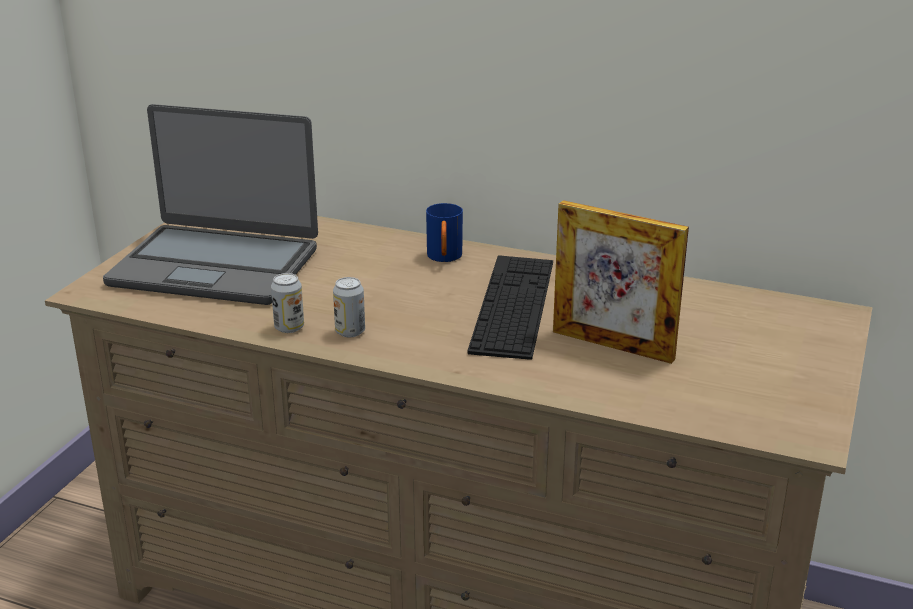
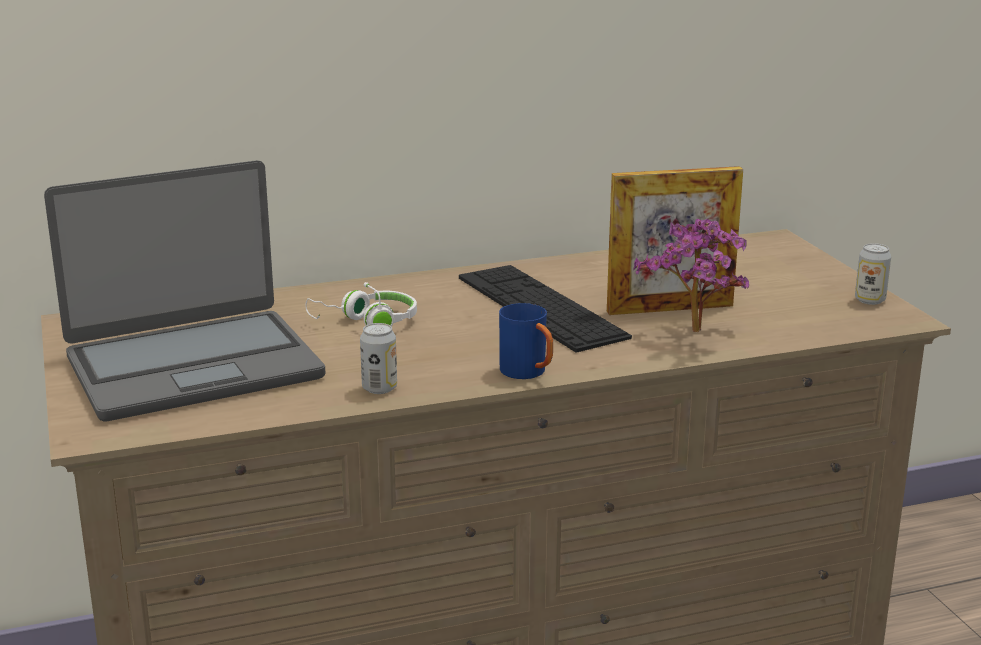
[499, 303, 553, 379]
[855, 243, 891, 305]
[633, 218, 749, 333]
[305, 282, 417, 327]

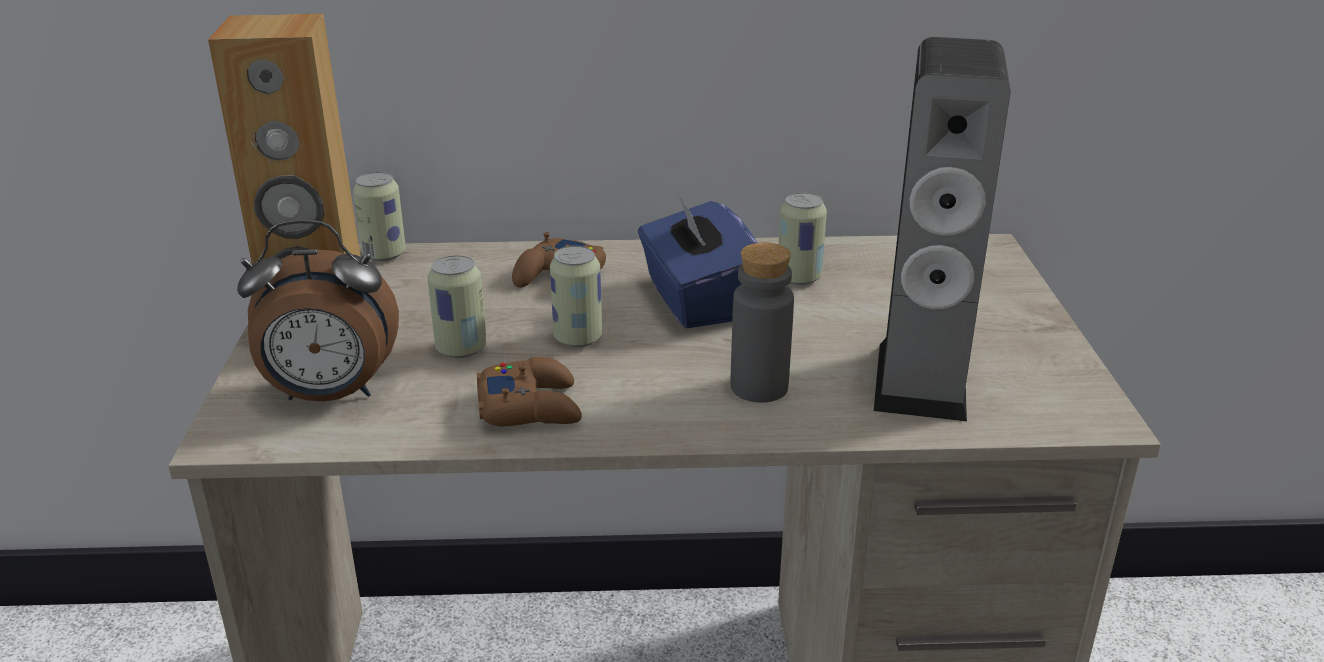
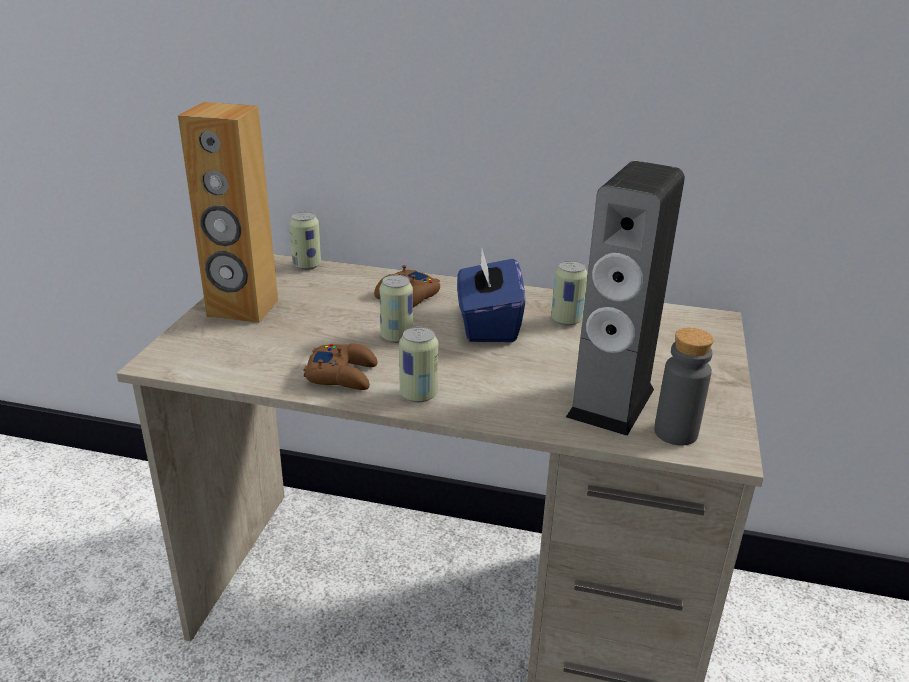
[237, 219, 399, 402] (first image)
[654, 328, 714, 445]
[399, 327, 438, 402]

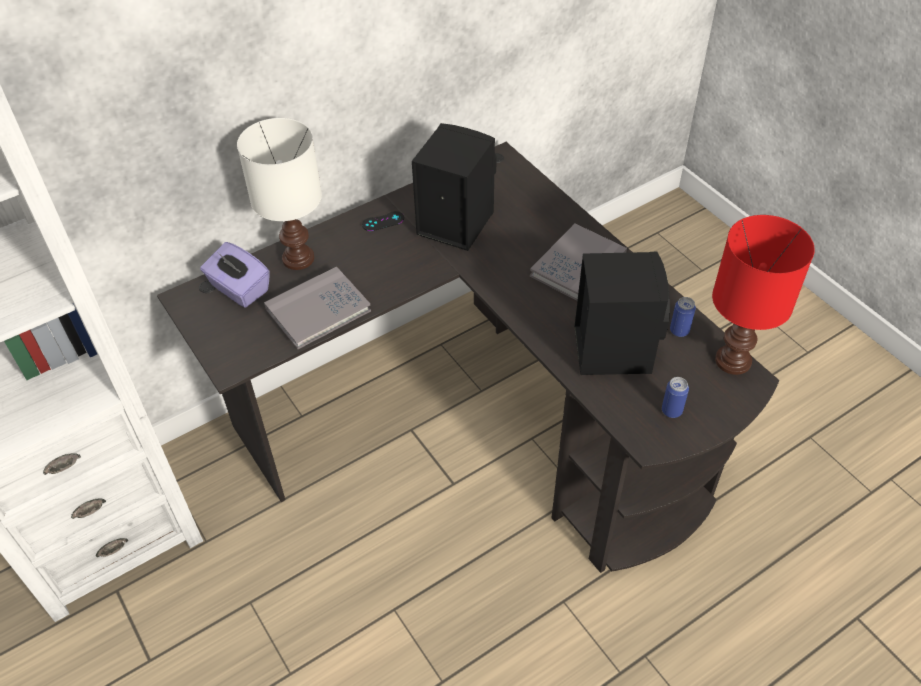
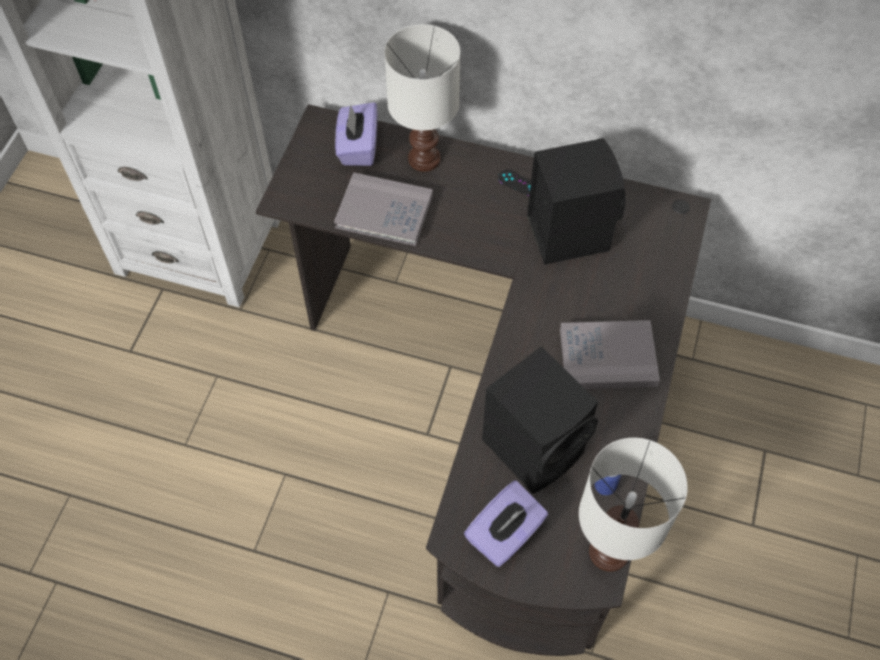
[579, 438, 688, 572]
[464, 481, 548, 567]

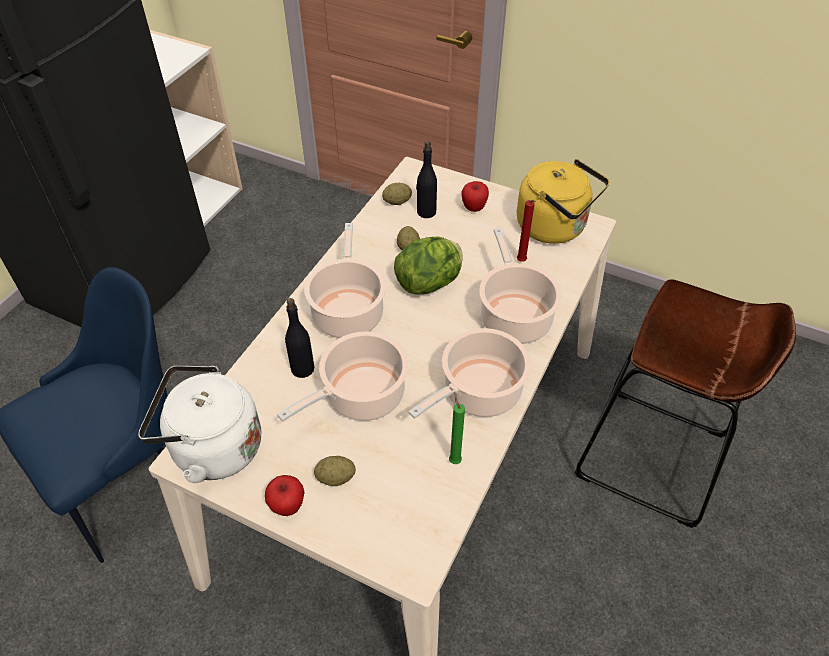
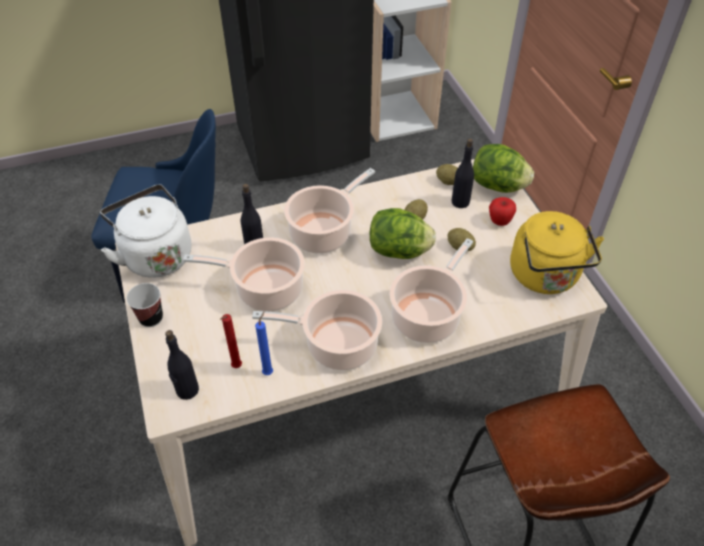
[220, 314, 242, 368]
[255, 312, 273, 375]
[447, 228, 476, 252]
[126, 283, 163, 327]
[473, 144, 534, 193]
[165, 330, 199, 400]

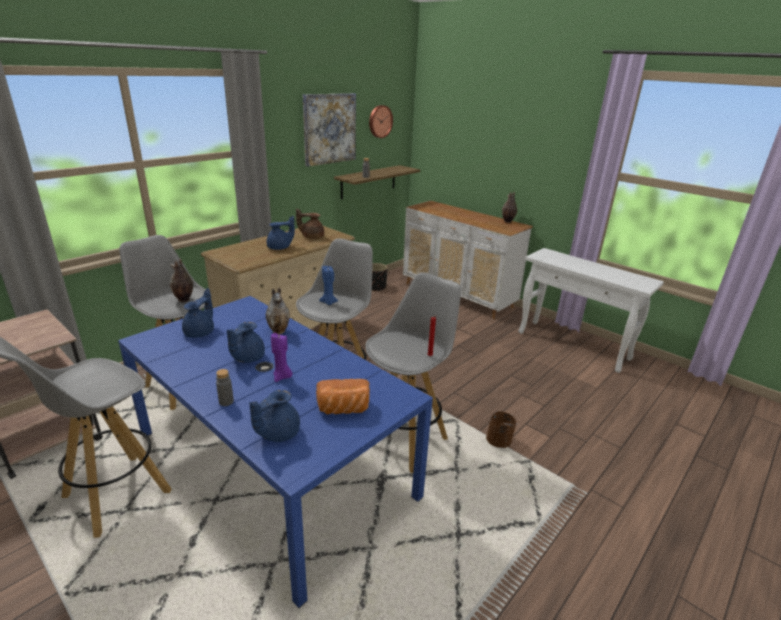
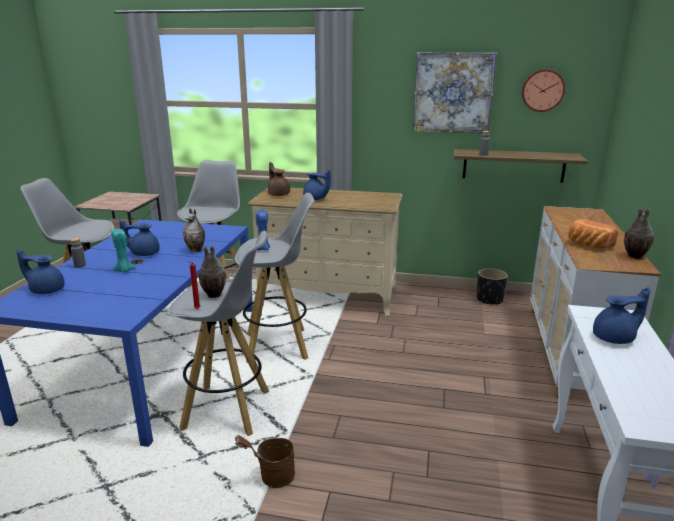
[268, 162, 290, 196]
[198, 245, 226, 298]
[593, 287, 650, 344]
[111, 229, 135, 272]
[568, 218, 618, 248]

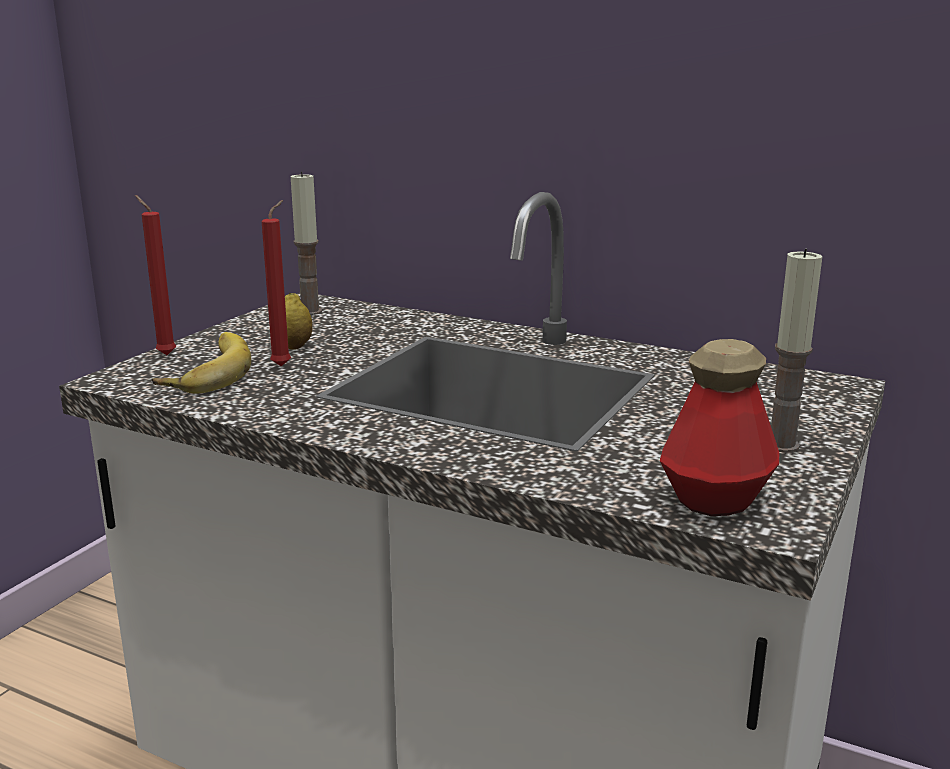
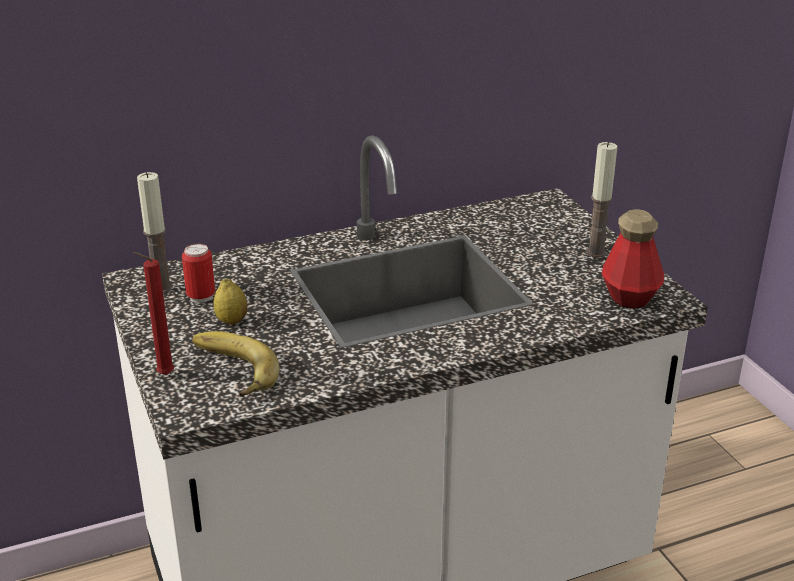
[262, 200, 291, 366] (first image)
[182, 244, 215, 303]

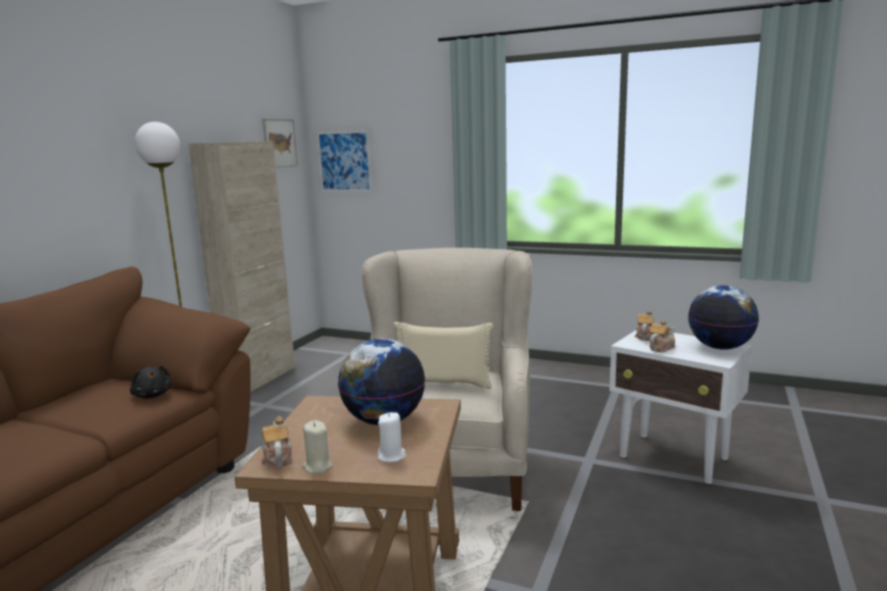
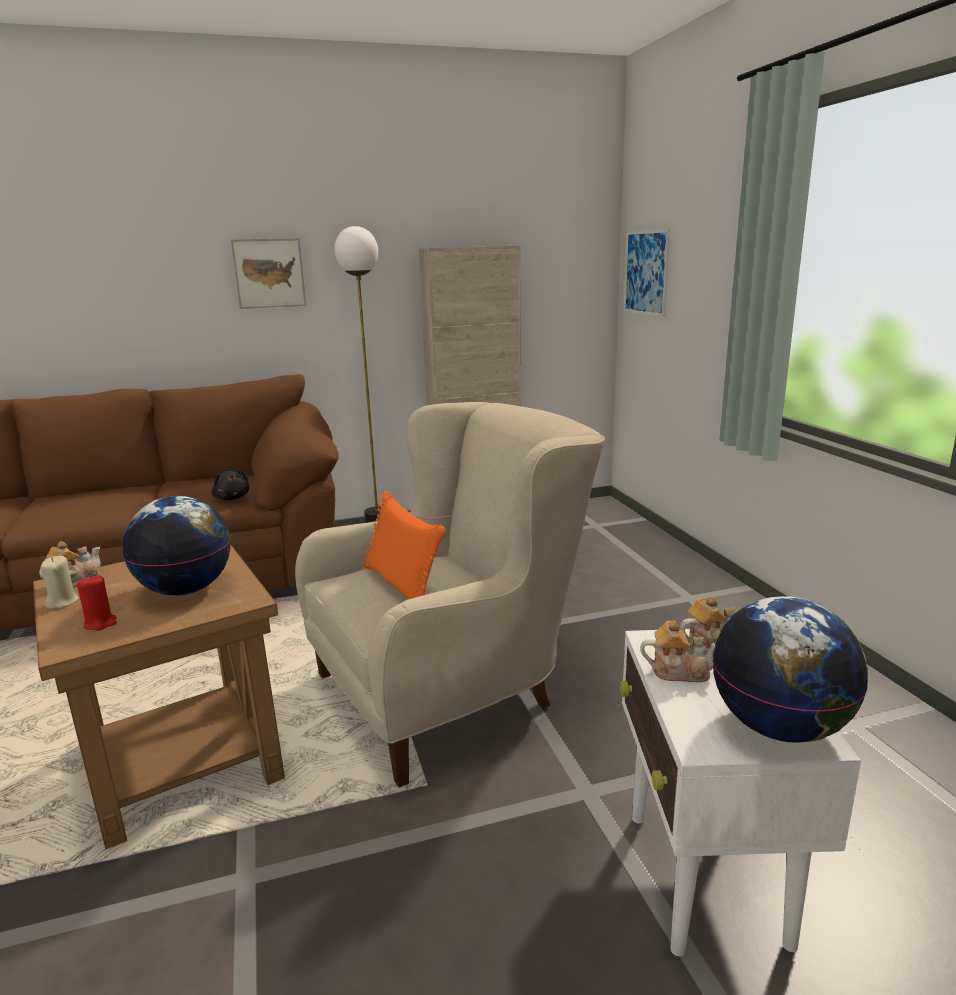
[231, 238, 306, 309]
[361, 491, 446, 599]
[212, 470, 249, 500]
[77, 575, 117, 630]

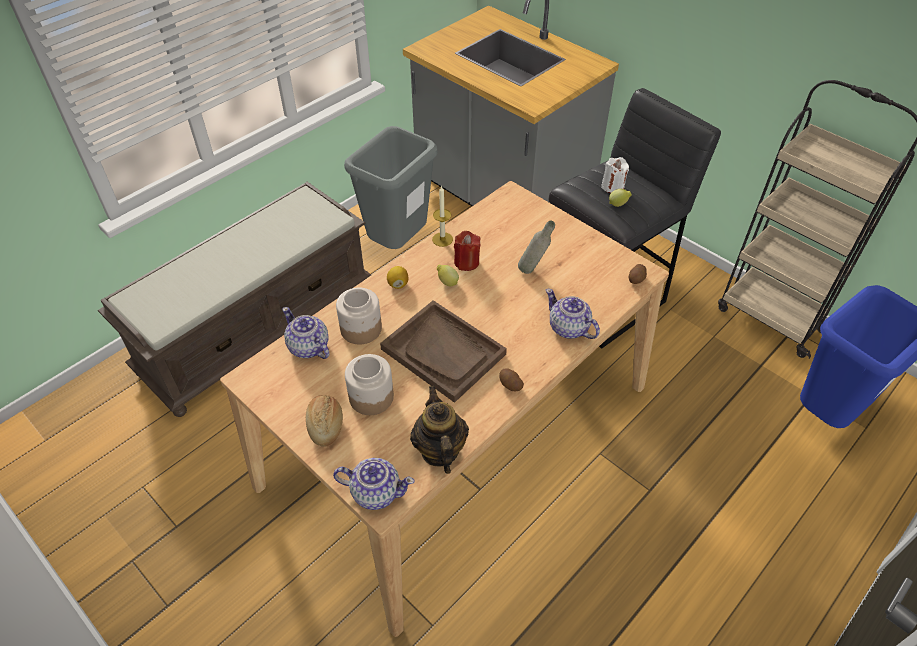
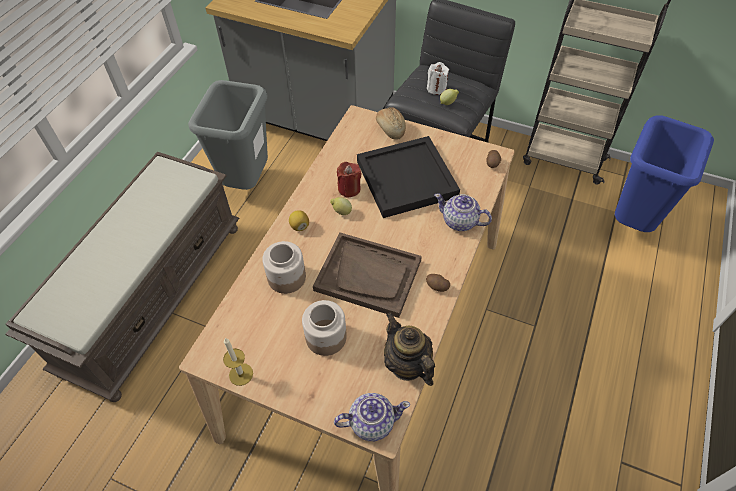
[223, 338, 253, 386]
[357, 136, 460, 218]
[282, 307, 330, 359] (first image)
[376, 107, 406, 140]

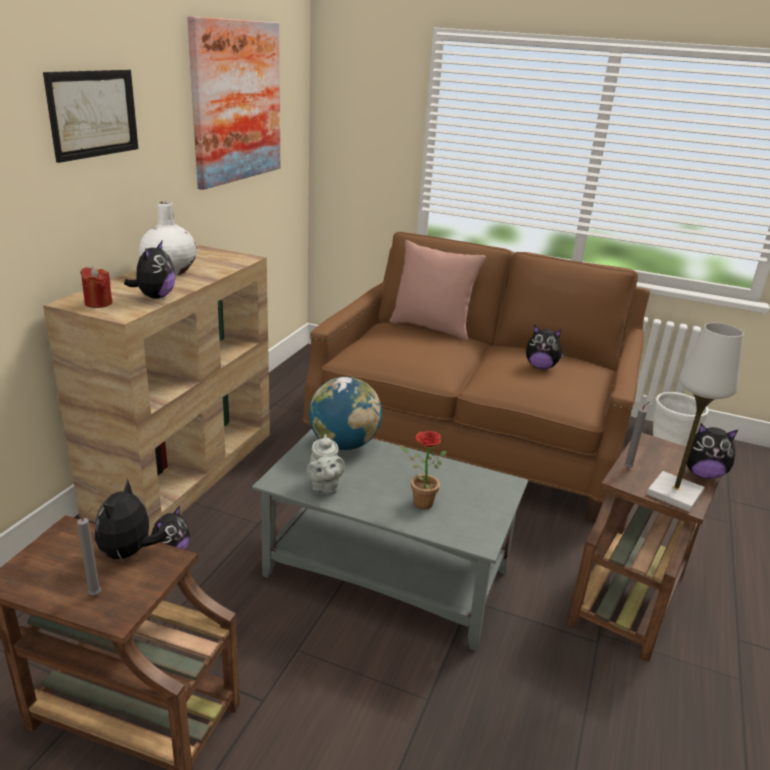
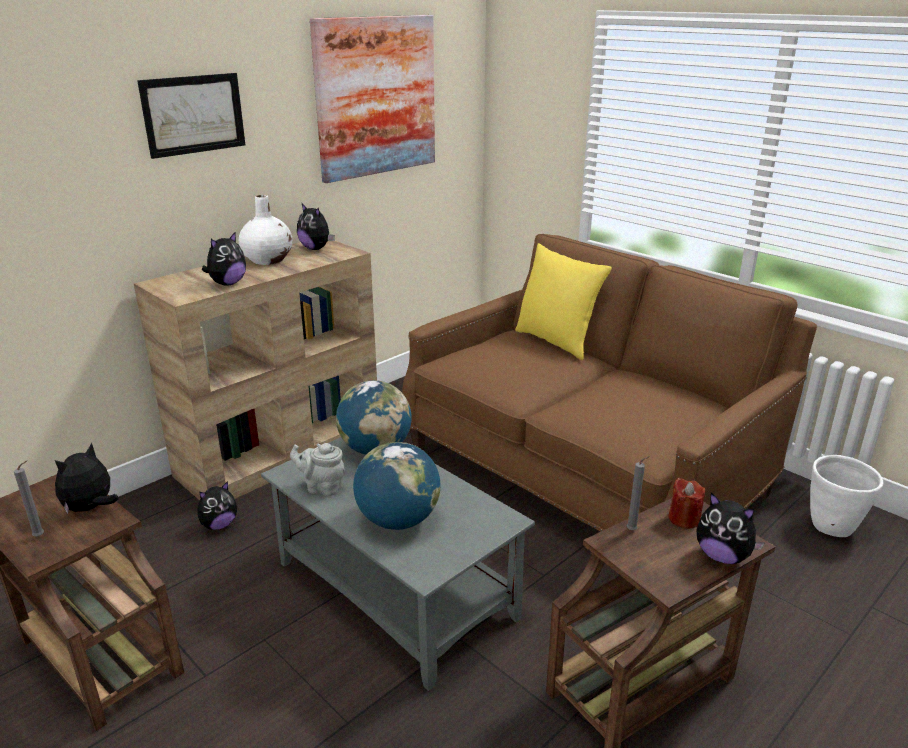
[515, 243, 612, 360]
[668, 478, 705, 529]
[647, 323, 744, 512] (first image)
[297, 204, 335, 250]
[353, 442, 440, 530]
[290, 443, 345, 496]

